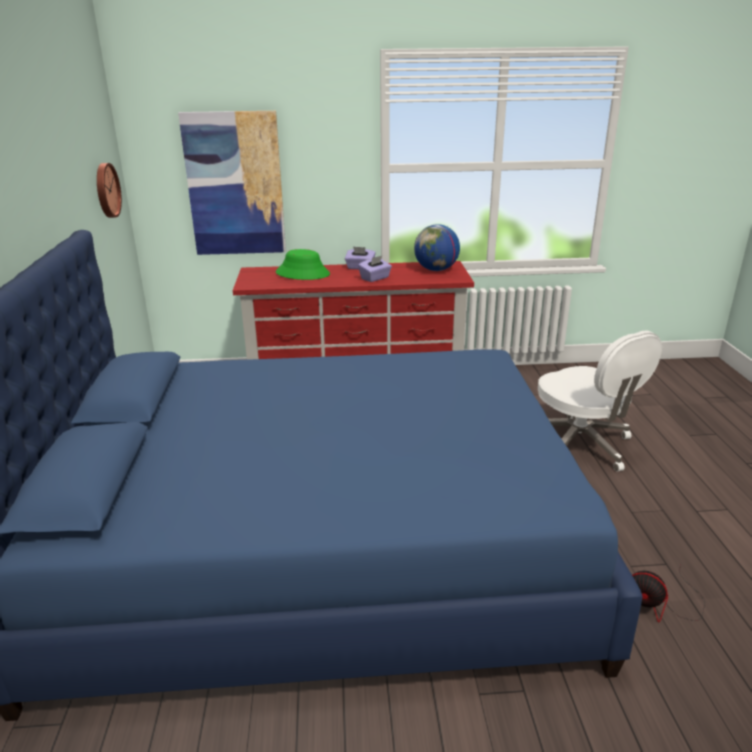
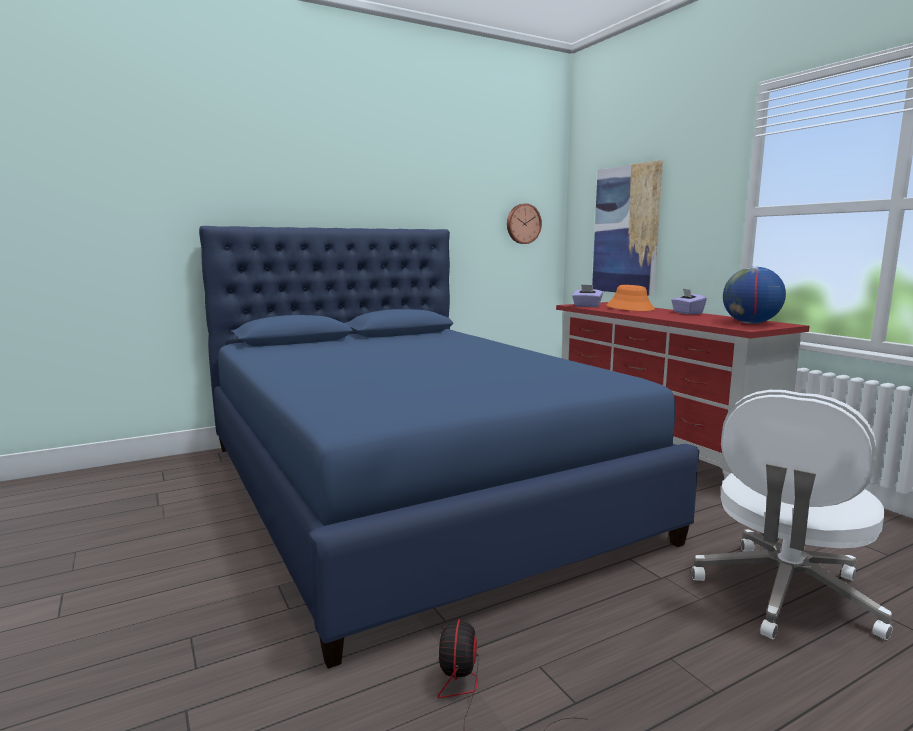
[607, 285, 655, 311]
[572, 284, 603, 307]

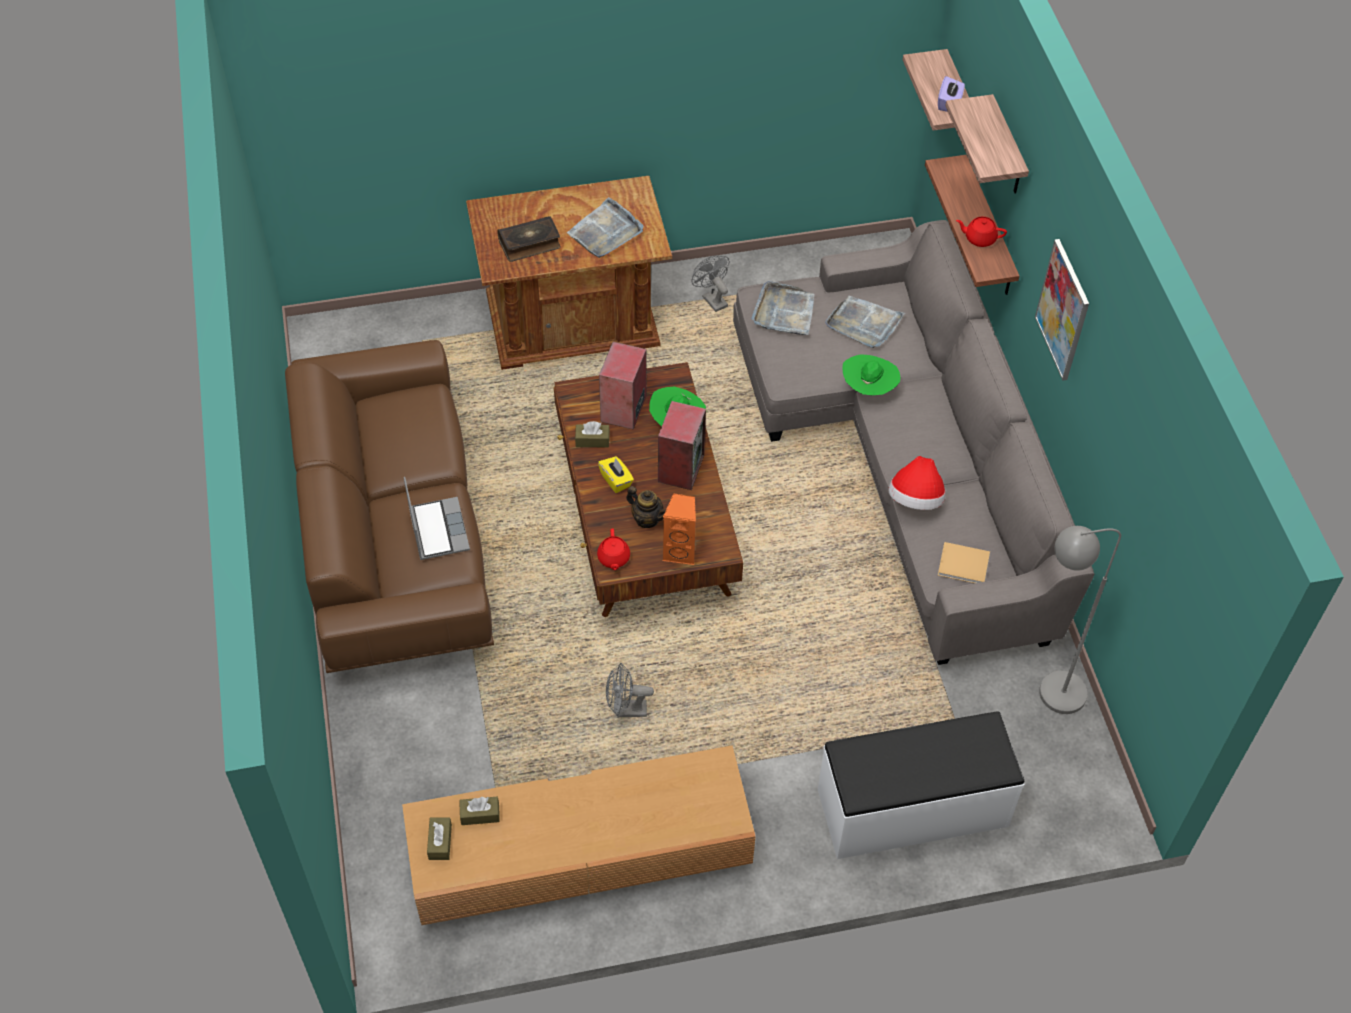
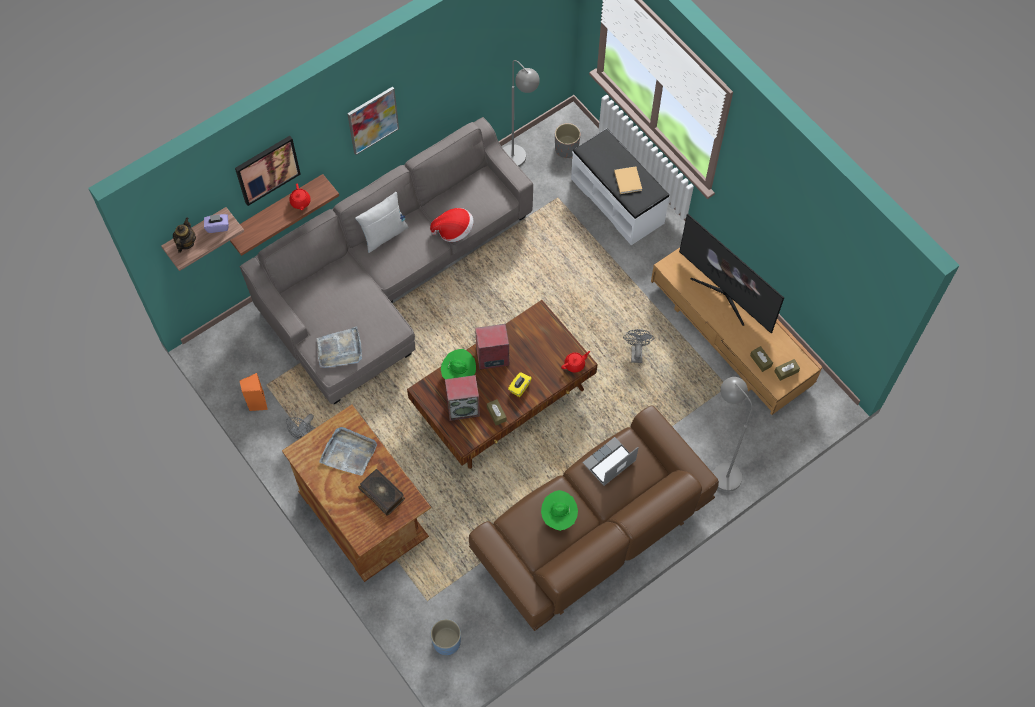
[235, 136, 301, 206]
[825, 296, 905, 348] (first image)
[541, 490, 578, 531]
[173, 218, 196, 253]
[240, 373, 268, 411]
[614, 166, 642, 194]
[623, 329, 654, 363]
[555, 123, 581, 158]
[355, 192, 409, 253]
[679, 214, 784, 334]
[713, 377, 753, 492]
[430, 619, 461, 656]

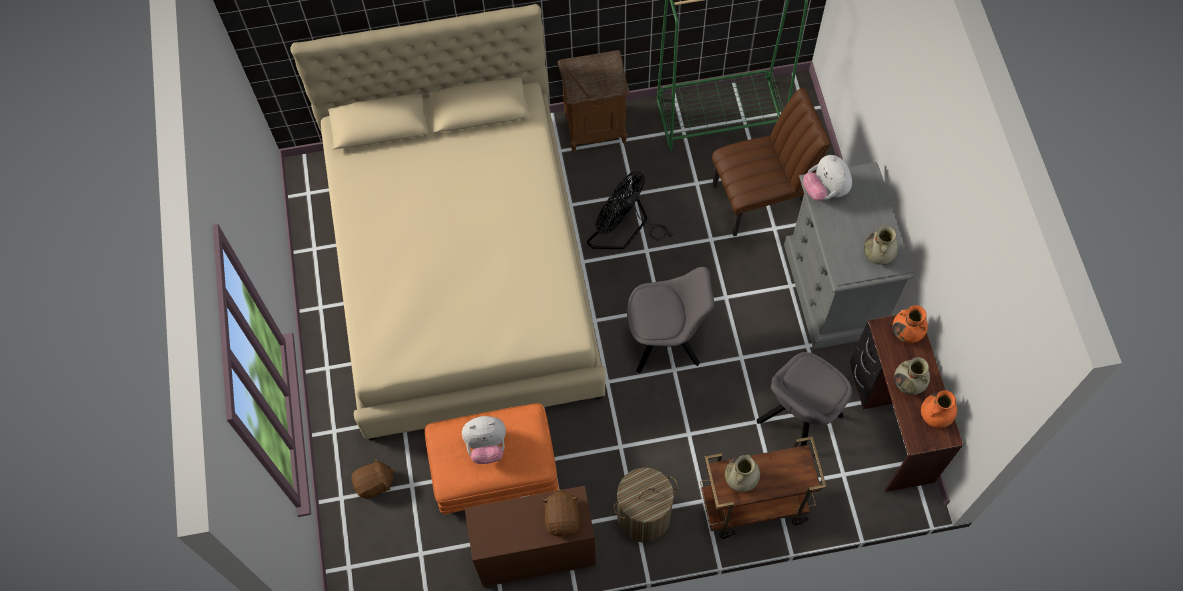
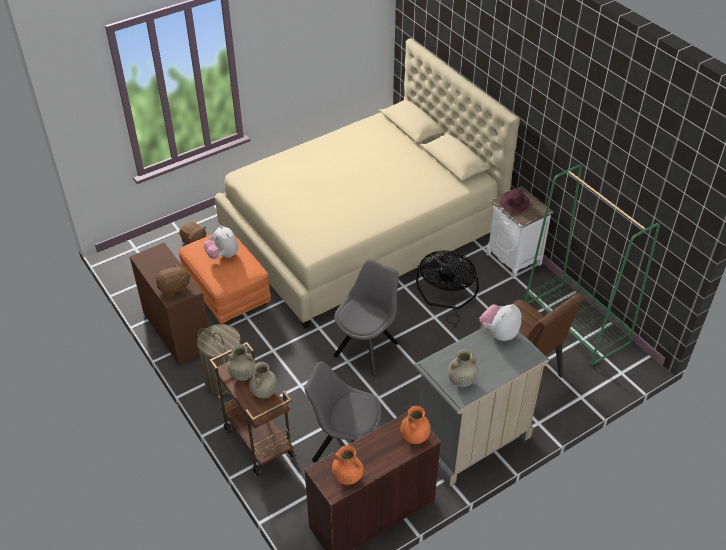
[486, 186, 554, 279]
[334, 259, 399, 376]
[249, 362, 278, 399]
[500, 189, 530, 213]

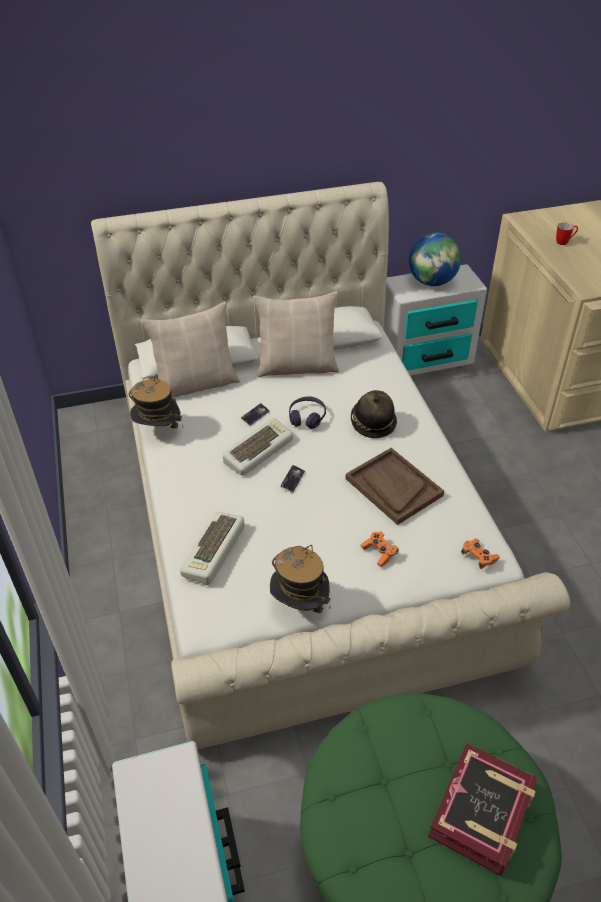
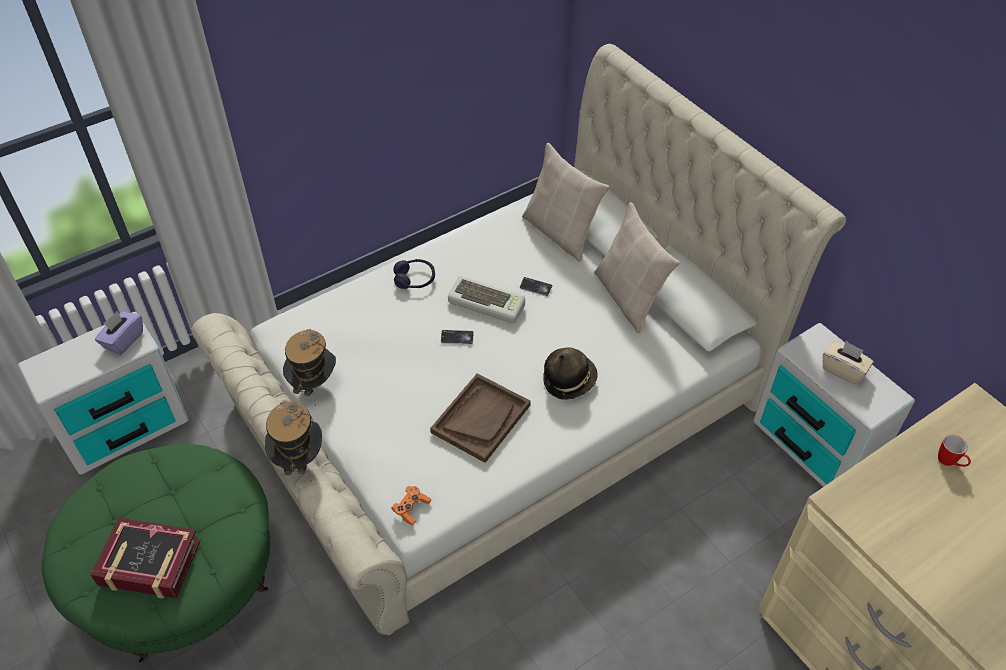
[823, 341, 874, 384]
[265, 401, 322, 482]
[393, 259, 435, 289]
[180, 512, 245, 585] (first image)
[360, 531, 399, 567] (first image)
[95, 311, 143, 355]

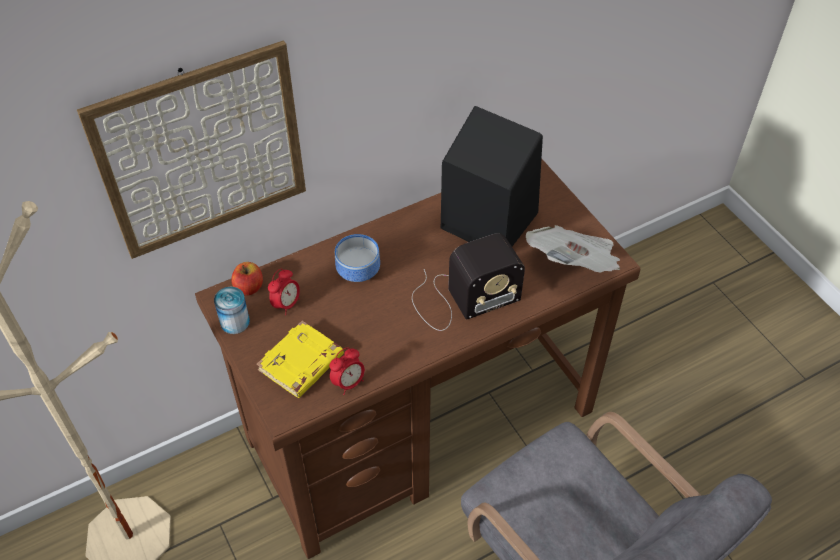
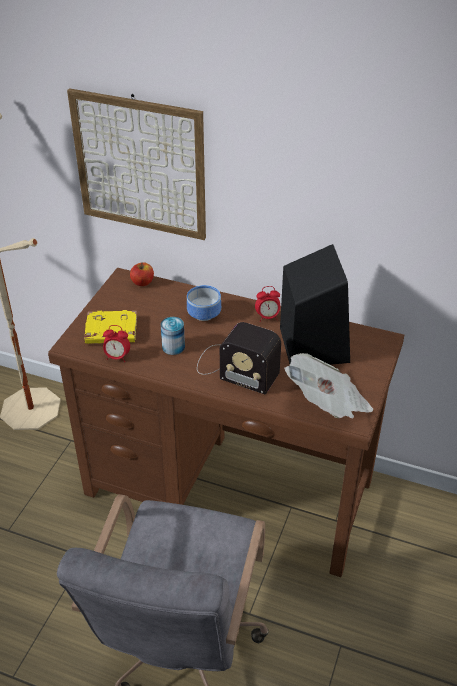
[255, 286, 280, 322]
[161, 317, 185, 355]

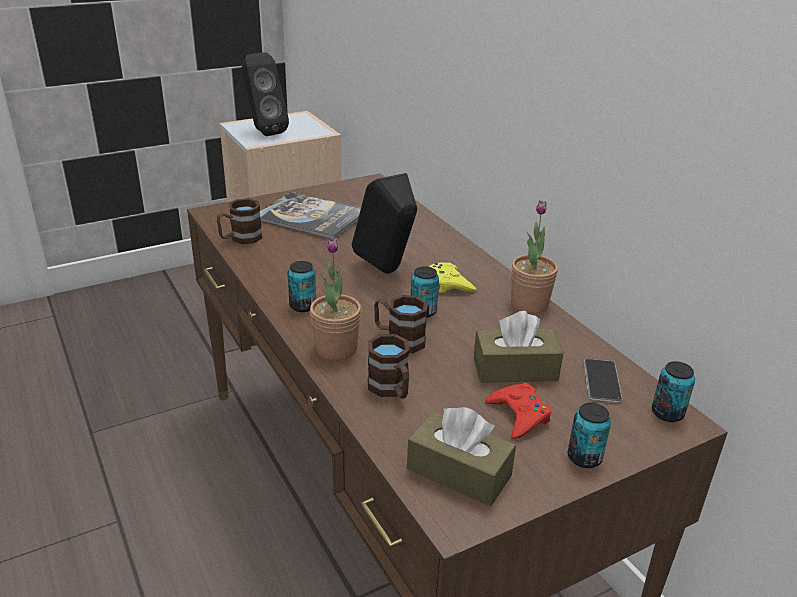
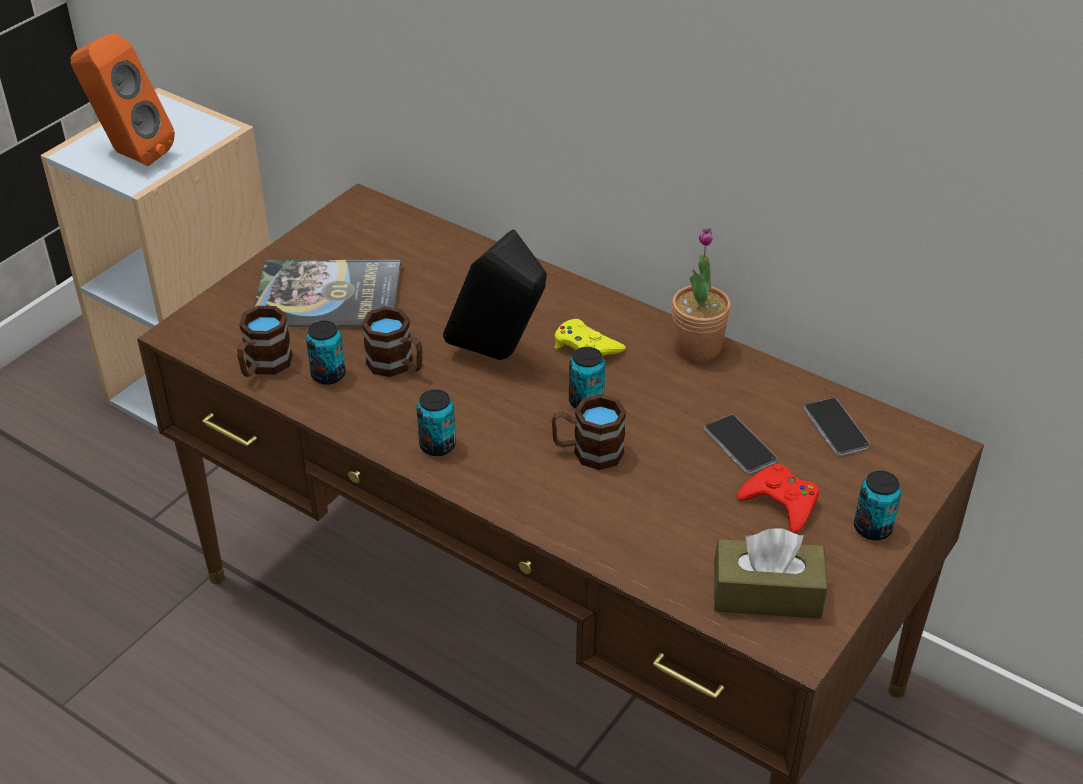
[71, 33, 175, 166]
[310, 237, 361, 361] (first image)
[704, 415, 777, 474]
[362, 307, 422, 377]
[306, 320, 346, 385]

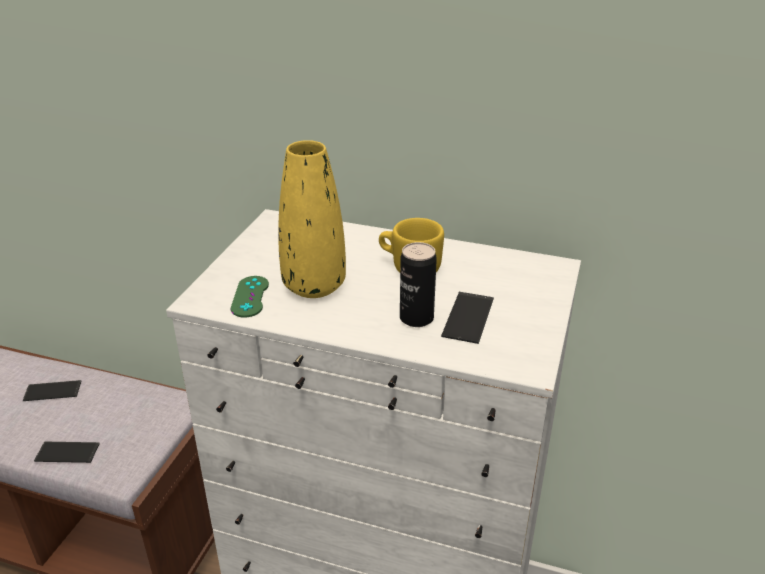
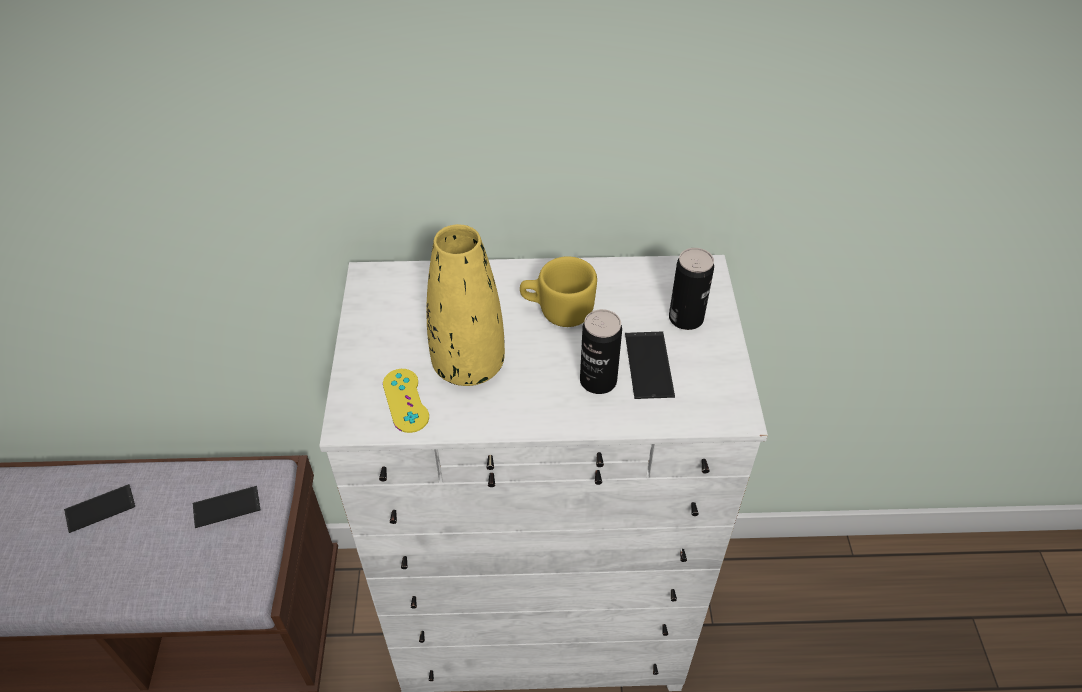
[383, 369, 429, 433]
[193, 486, 260, 528]
[669, 248, 714, 330]

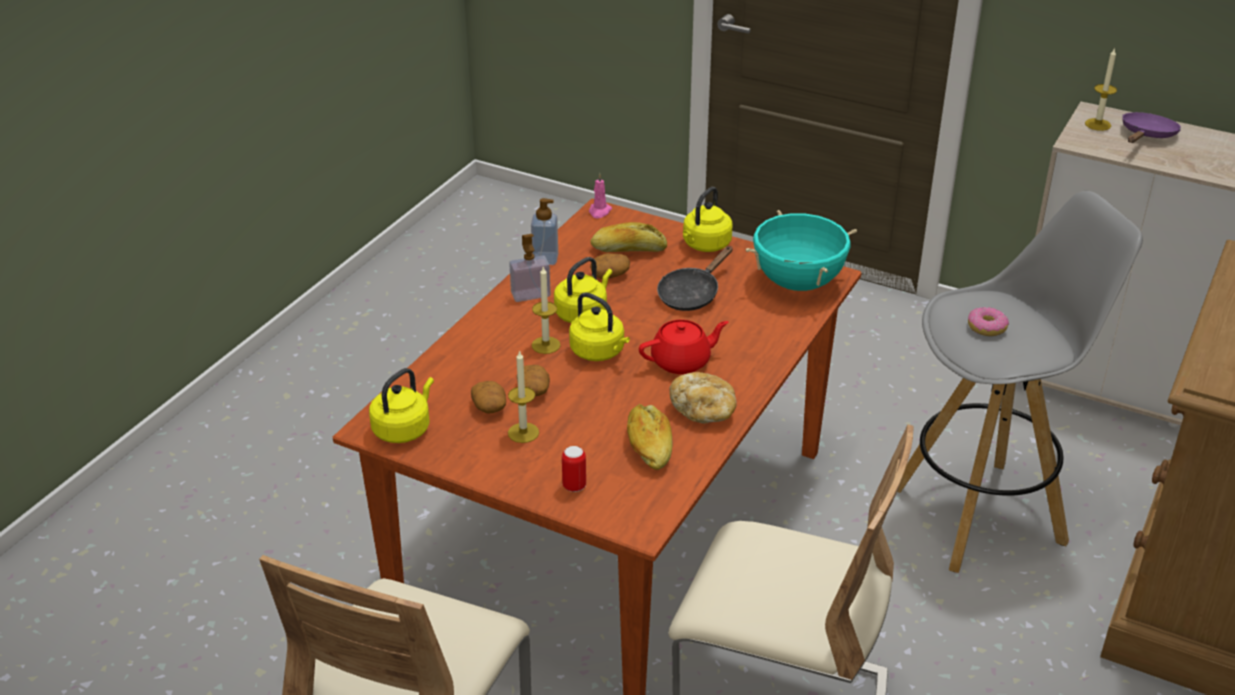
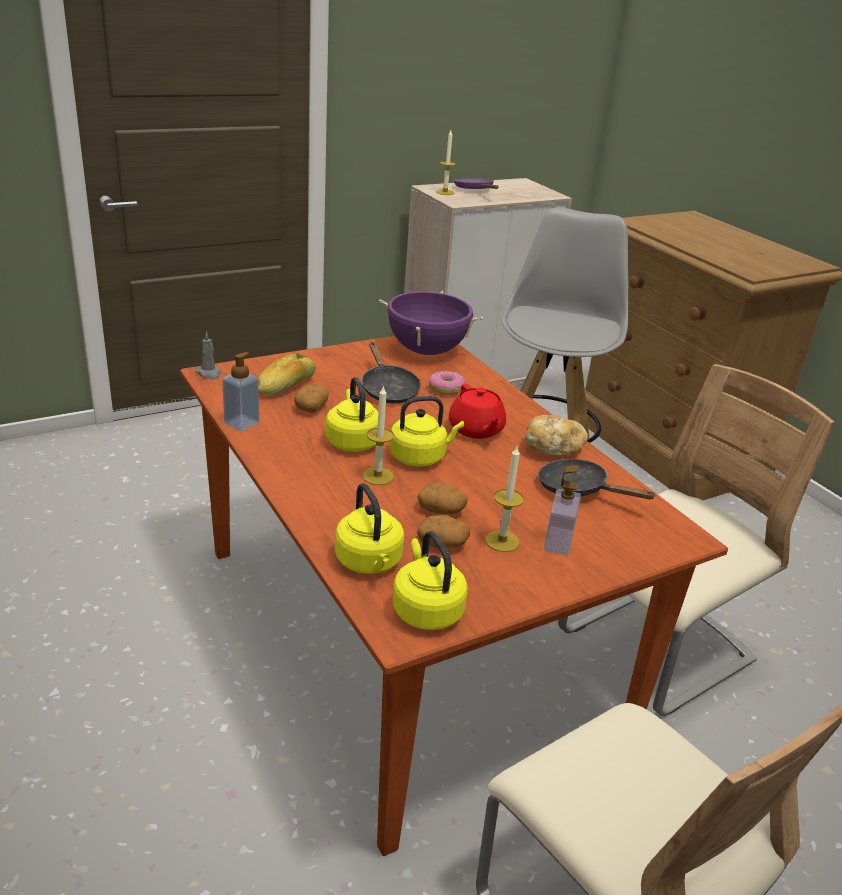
[195, 331, 221, 379]
[335, 483, 404, 574]
[379, 291, 483, 355]
[544, 465, 581, 556]
[429, 371, 466, 395]
[449, 384, 506, 439]
[538, 459, 656, 500]
[562, 446, 586, 492] (first image)

